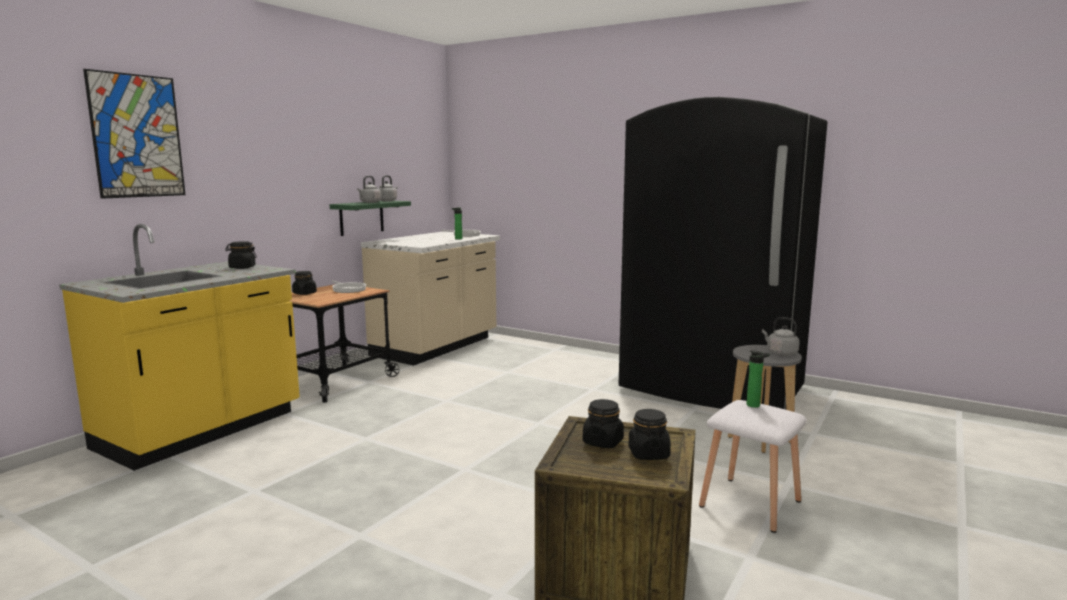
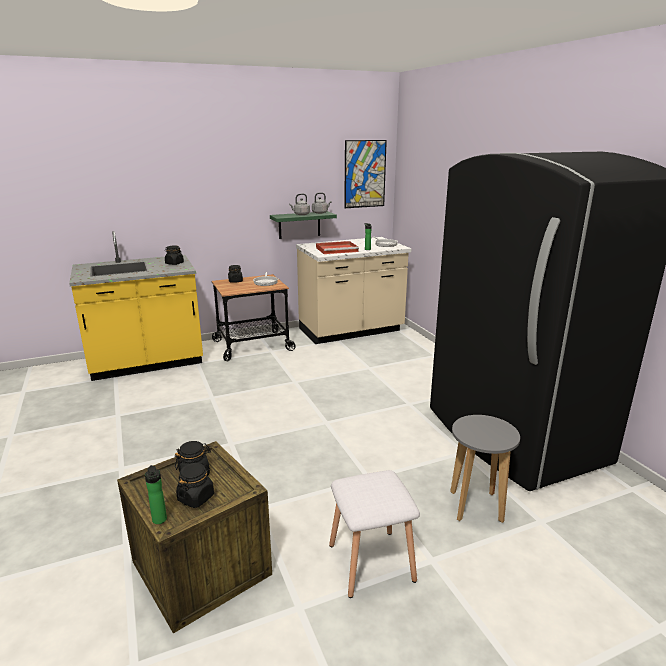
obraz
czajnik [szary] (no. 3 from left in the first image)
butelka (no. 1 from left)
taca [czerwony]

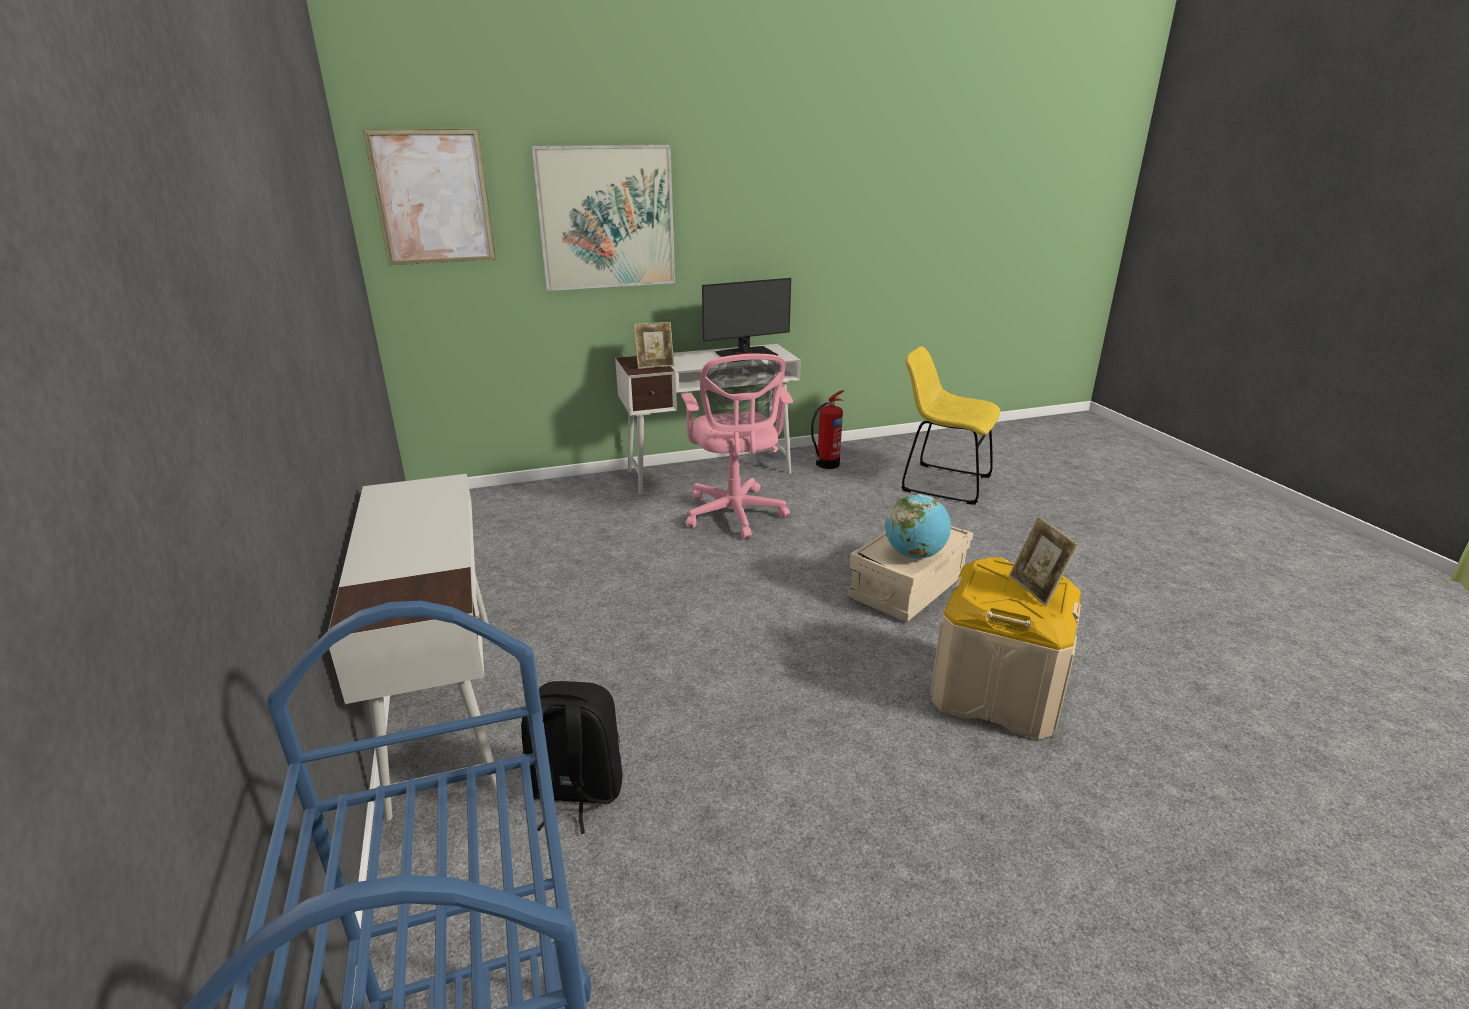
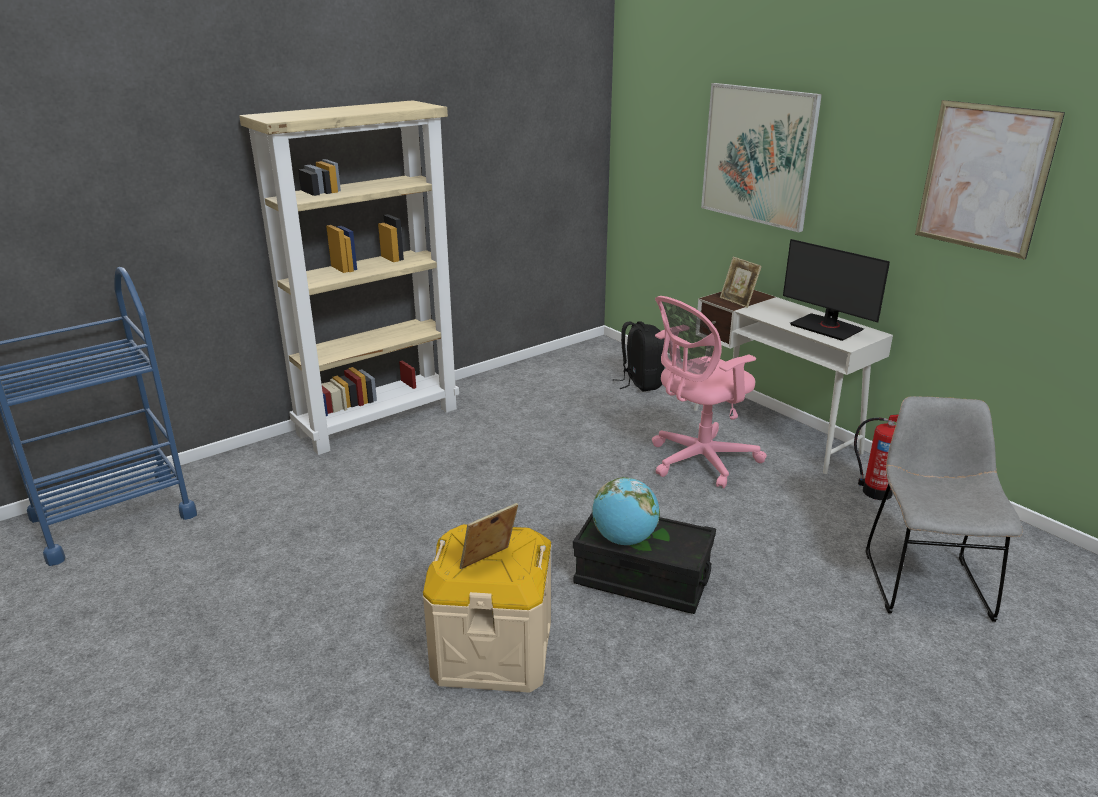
obraz (no. 2 from left)
krzesło [szary]
regał [beżowy]
pojemnik do przechowywania [czarny]
plecak [czarny]

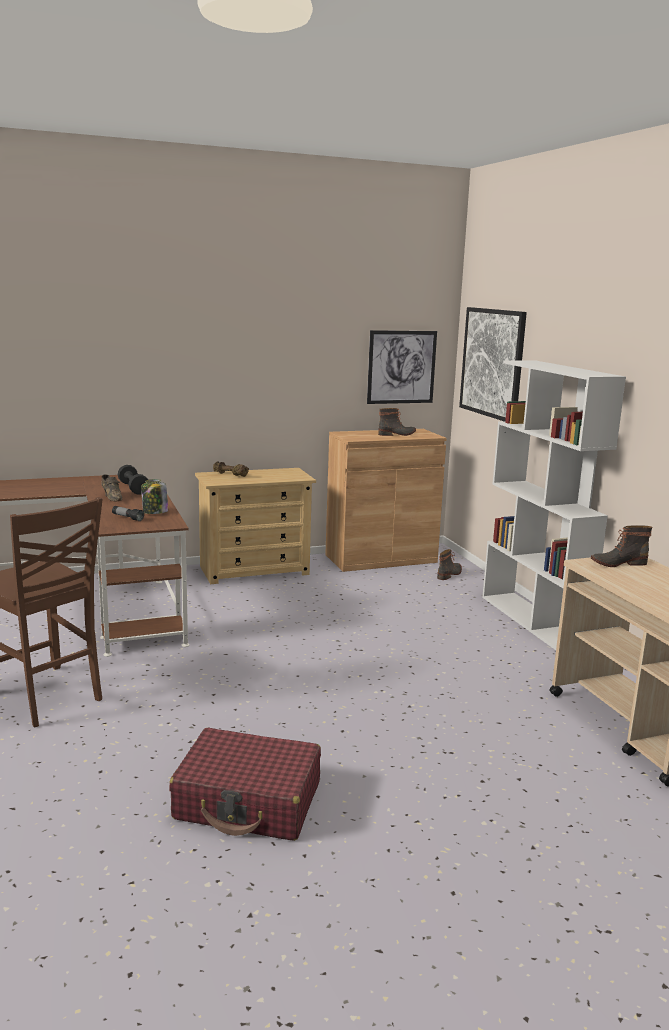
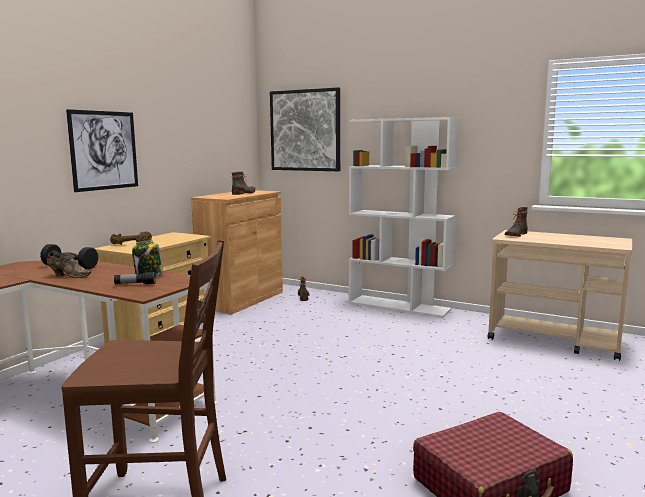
obraz (no. 1 from left)

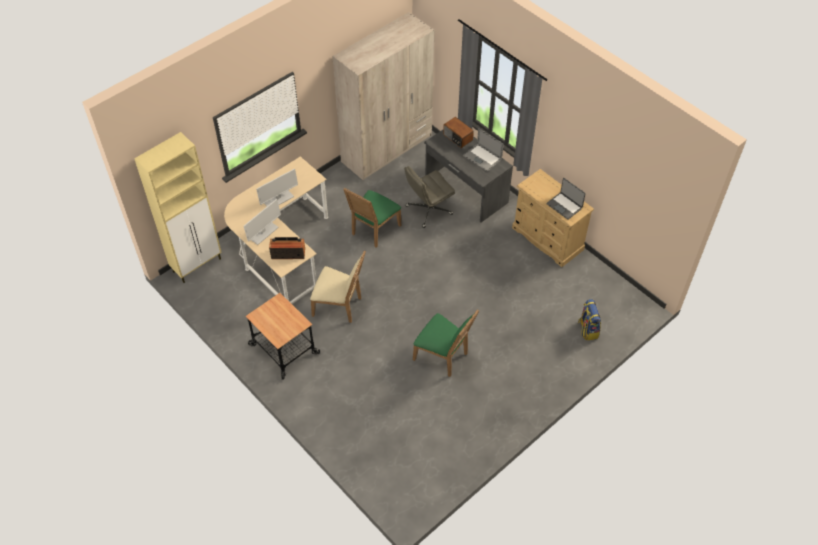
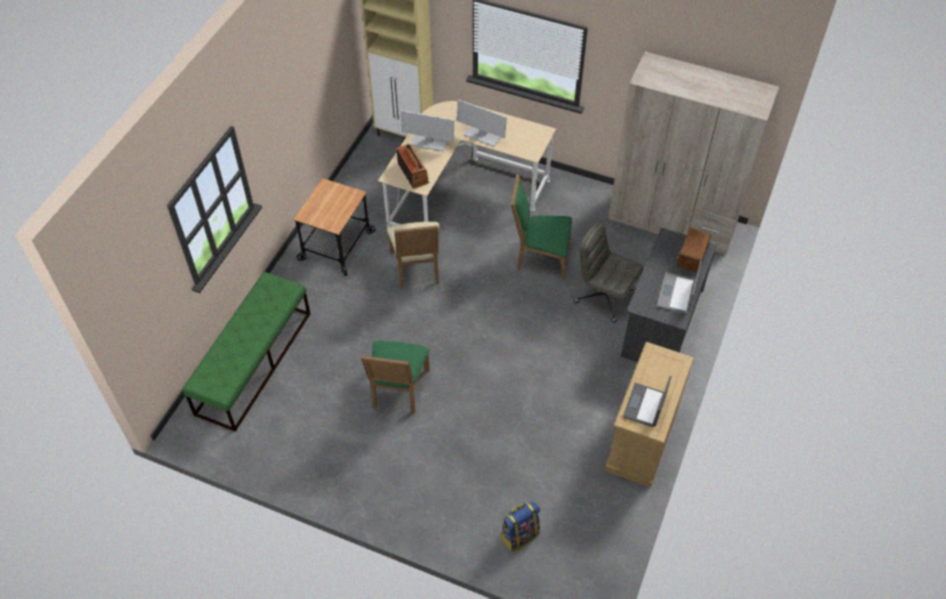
ławka [zielony]

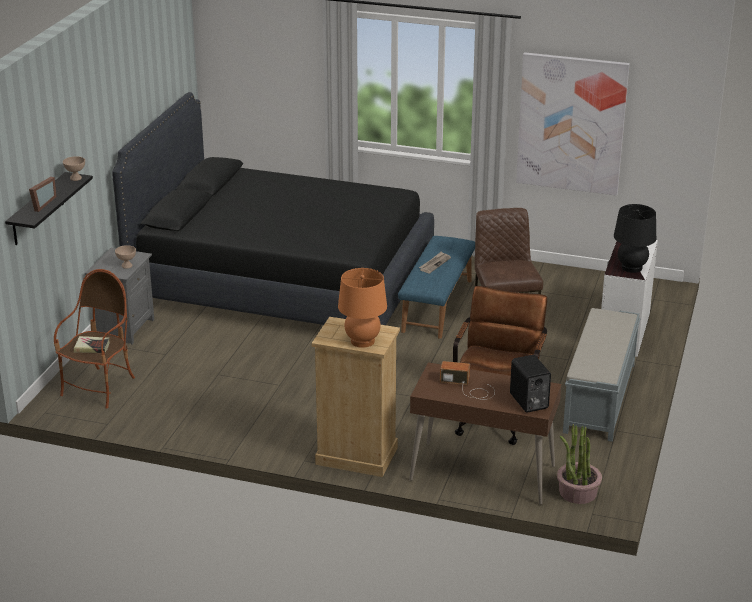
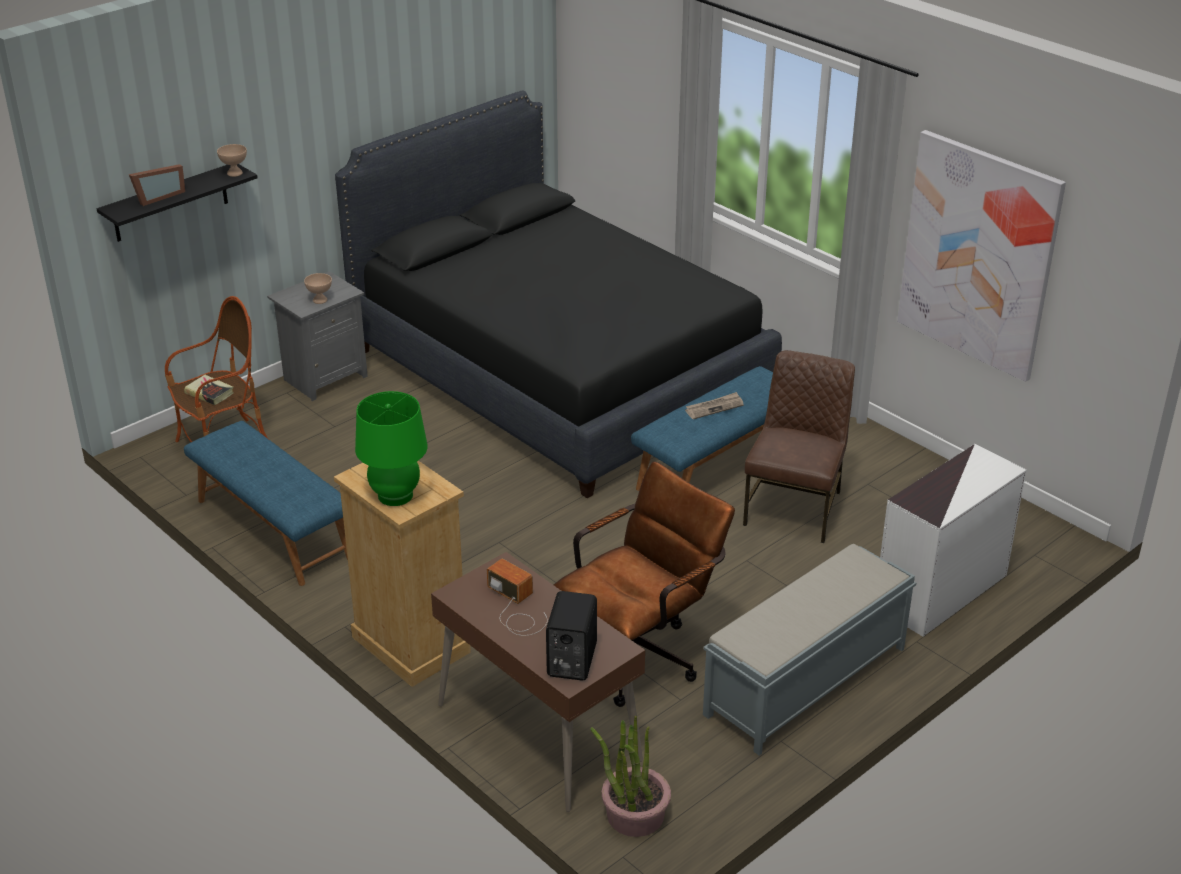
lampa stołowa [czarny]
lampa stołowa [zielony]
ławka [niebieski] (no. 1 from left)

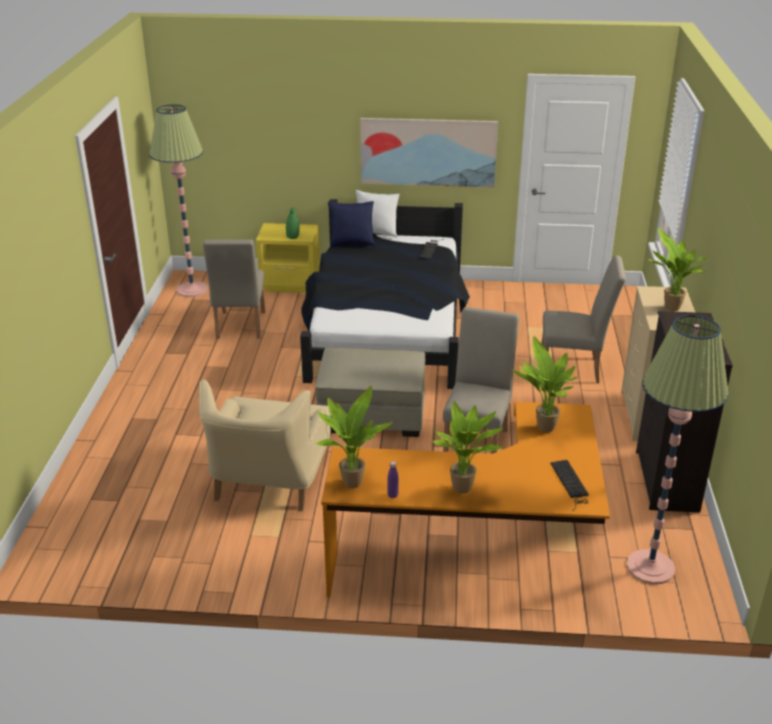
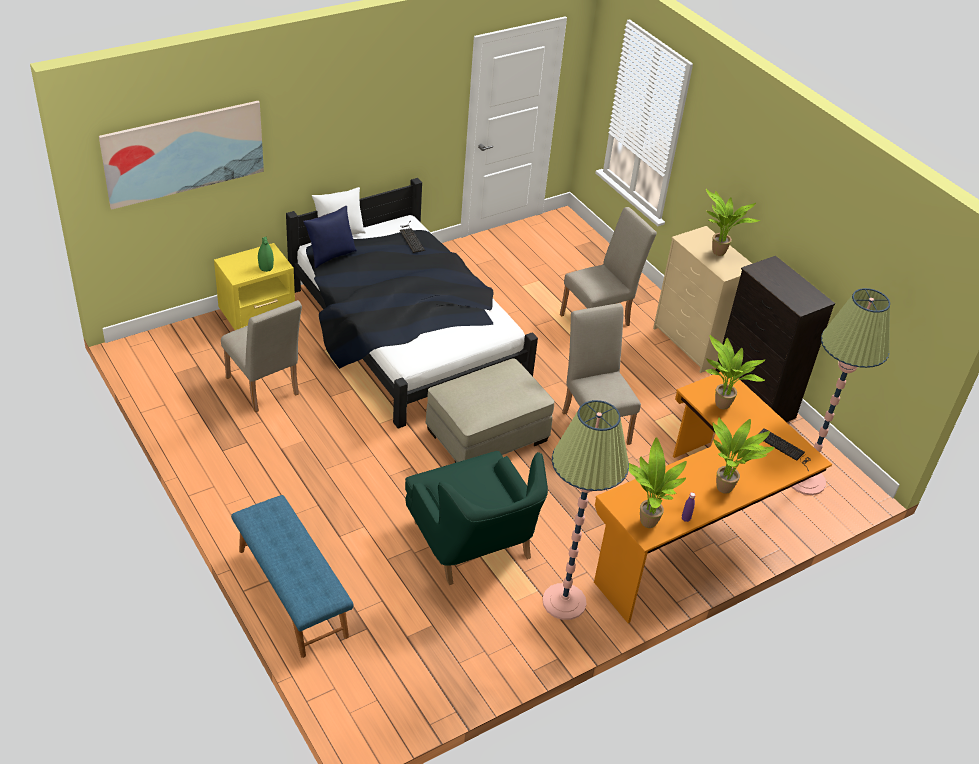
lampa stojąca (no. 1 from left)
obraz
fotel [zielony]
ławka [niebieski]

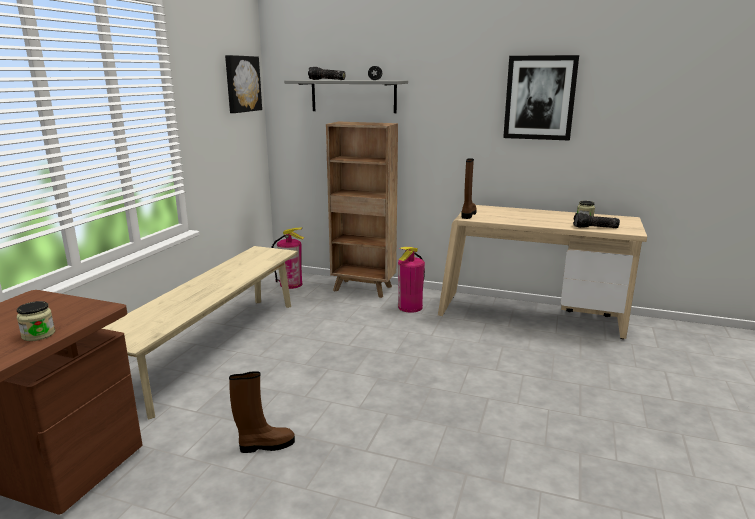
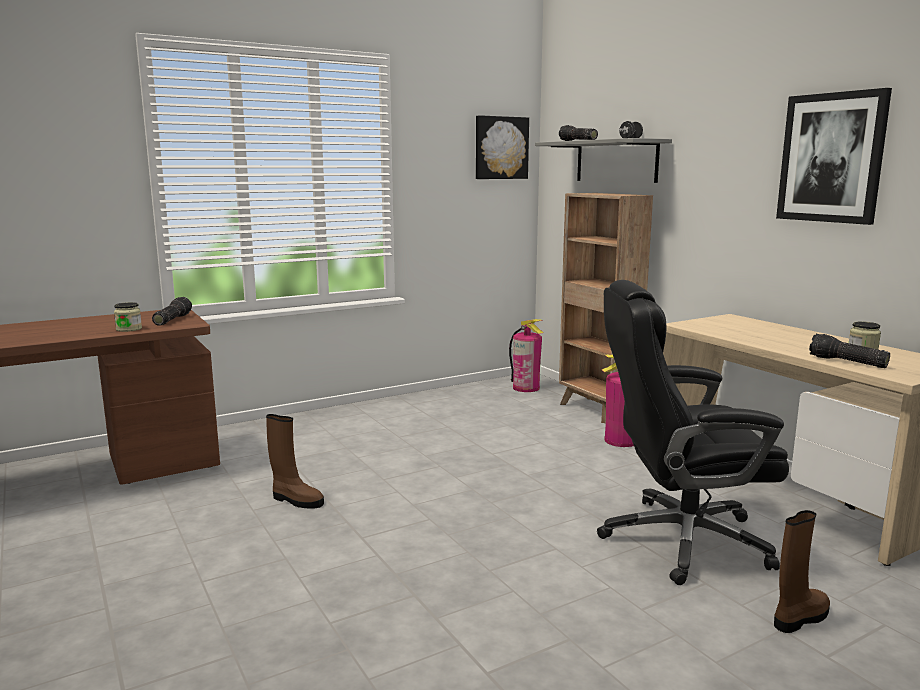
but z cholewką [brązowy] (no. 2 from left)
ławka [beżowy]
krzesło biurowe [czarny]
latarka (no. 1 from left)

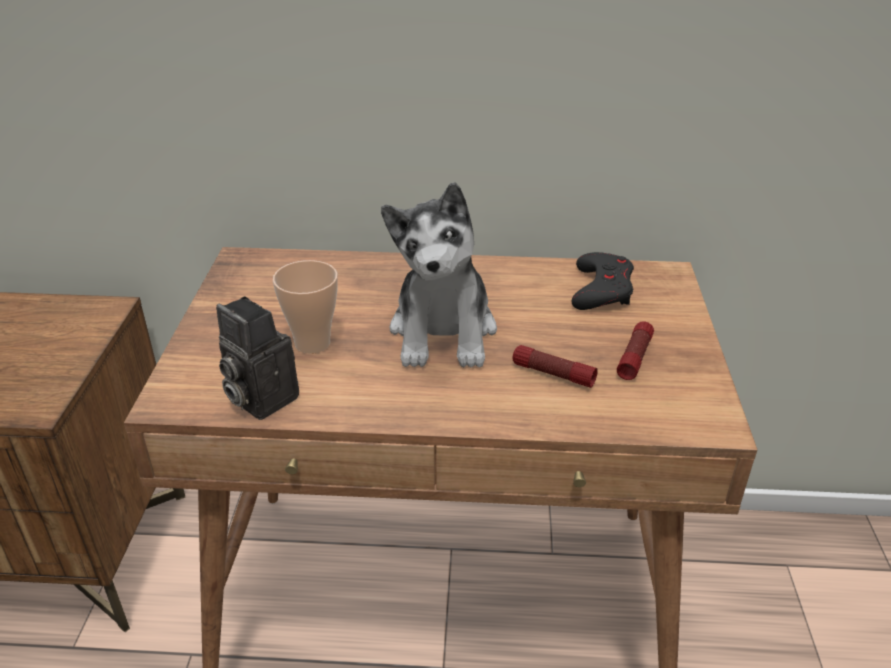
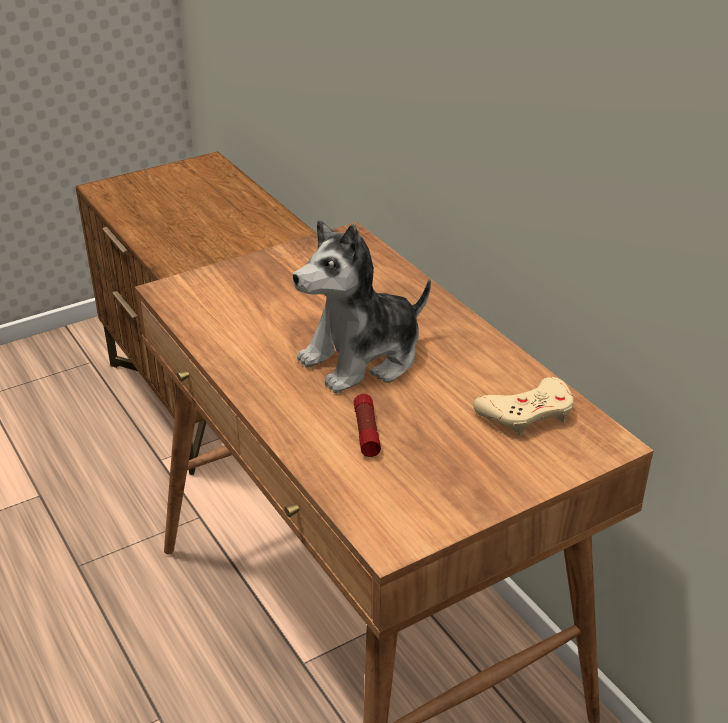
pad do gier [beżowy]
filiżanka
aparat fotograficzny
latarka (no. 2 from left in the first image)

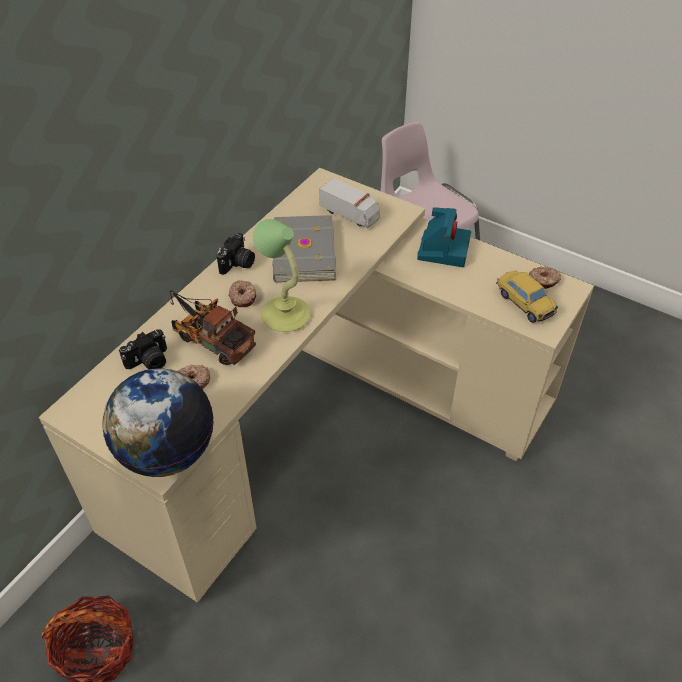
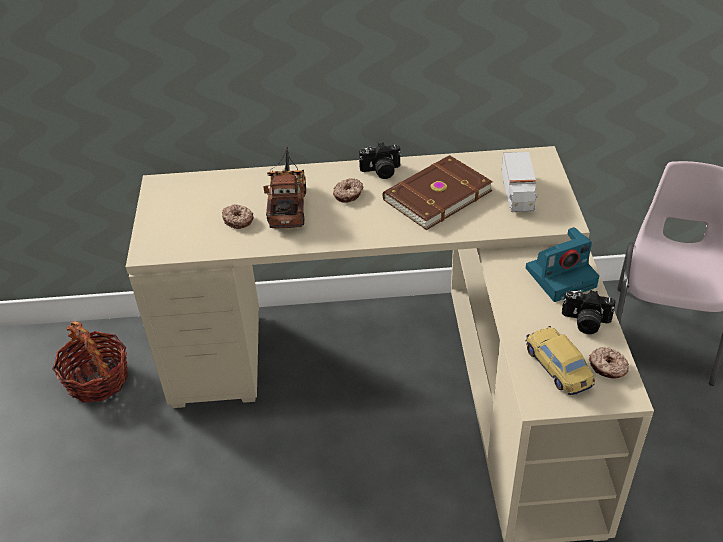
książka [brązowy]
lampa stołowa
samochodzik
aparat fotograficzny (no. 3 from left)
globus

